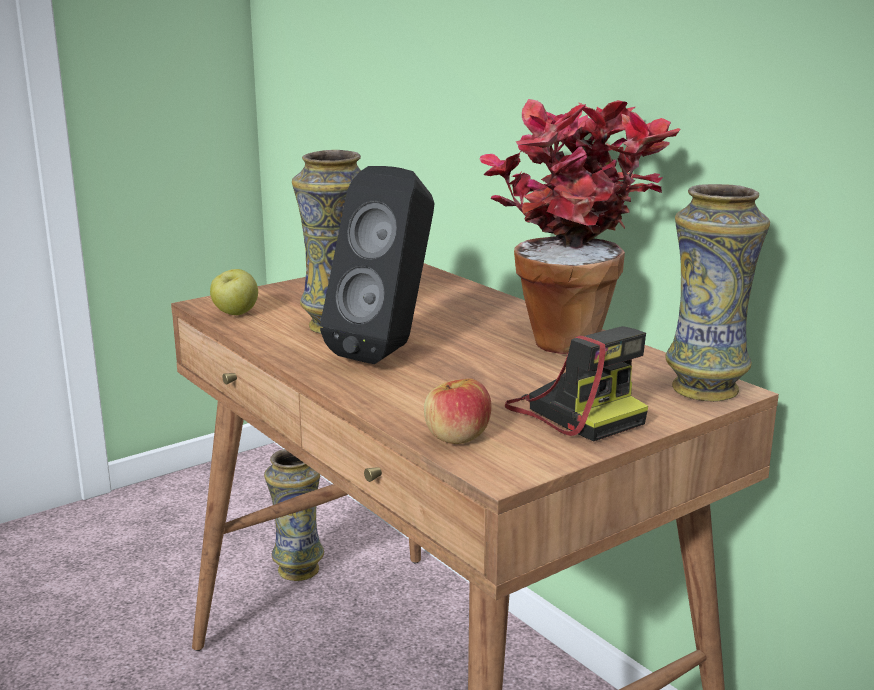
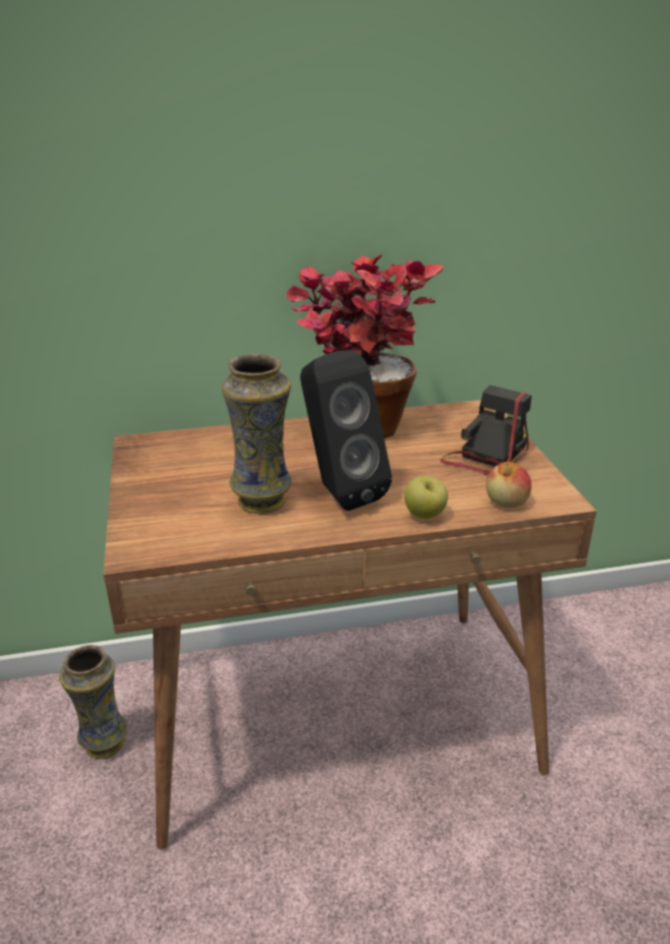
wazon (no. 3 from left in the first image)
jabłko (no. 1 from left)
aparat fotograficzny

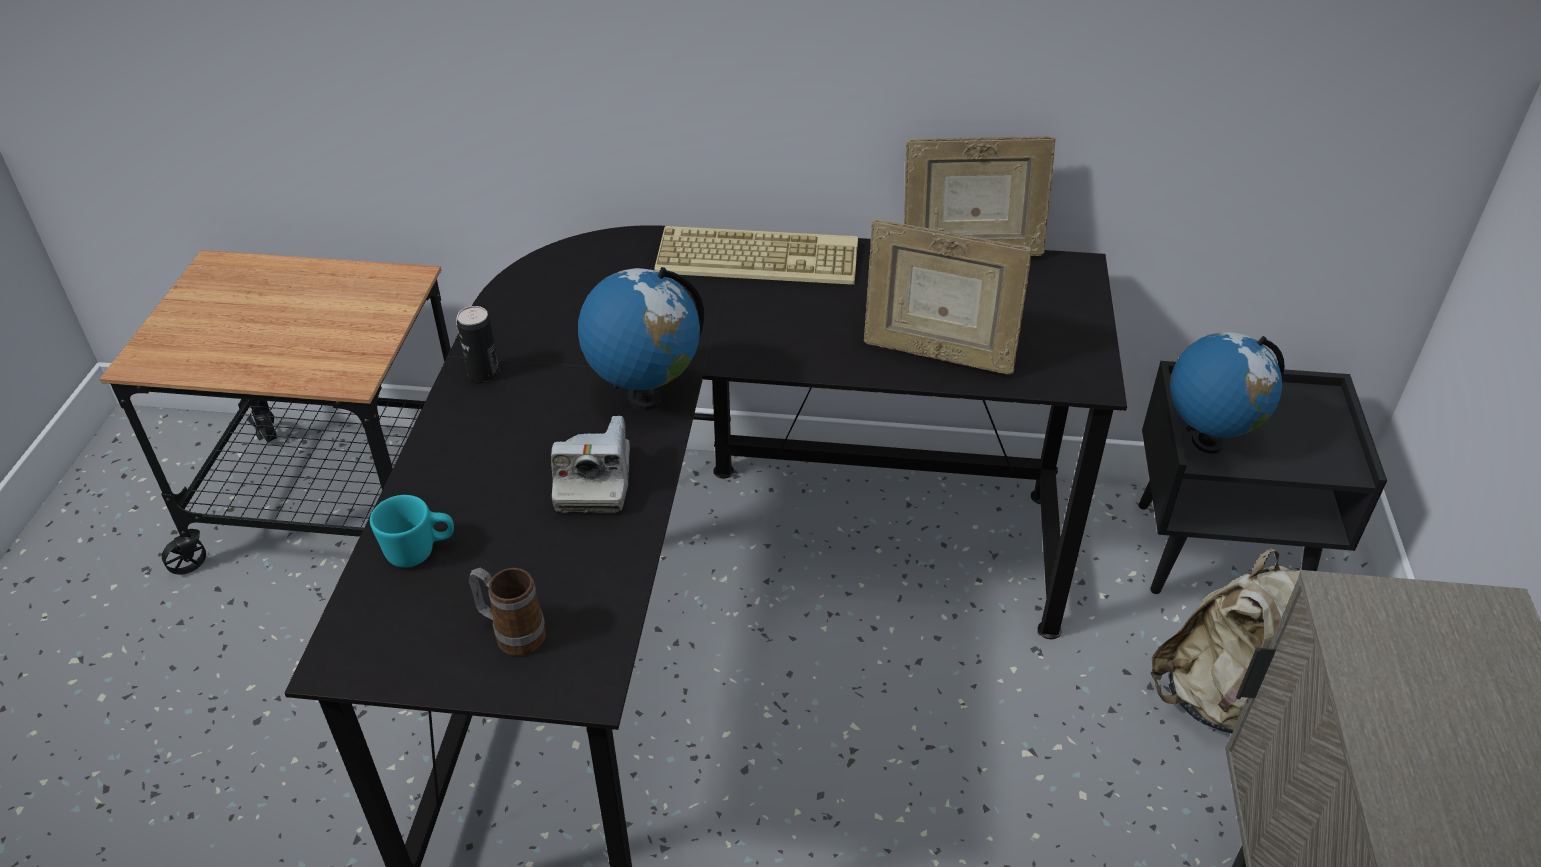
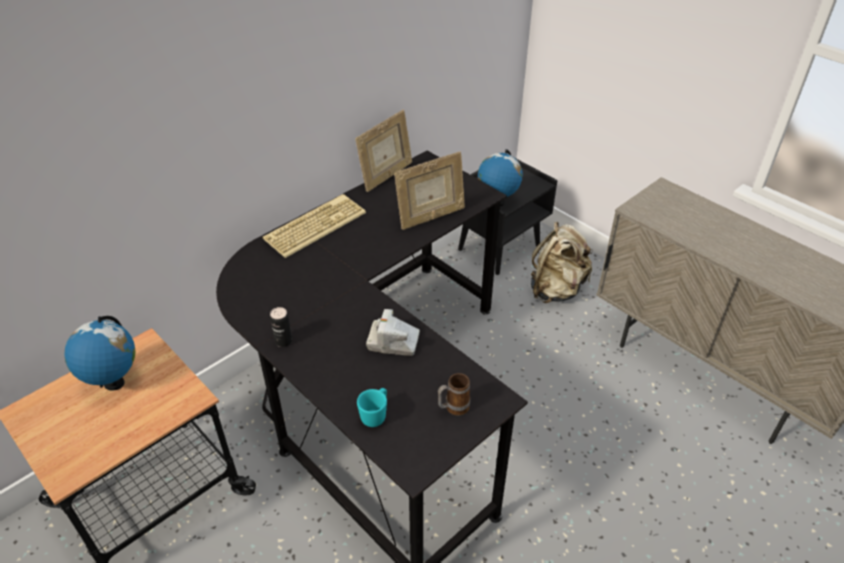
globus (no. 1 from left)
aparat fotograficzny

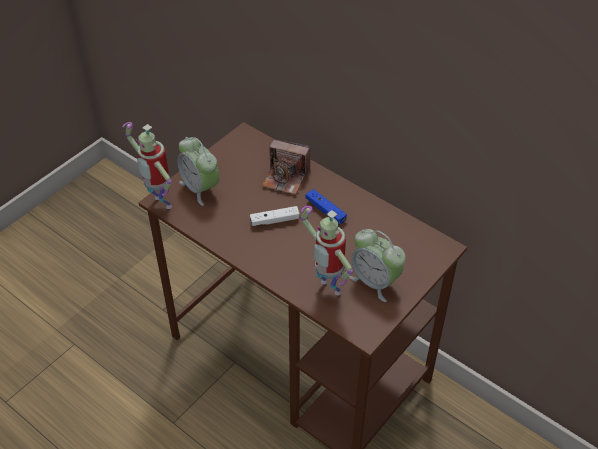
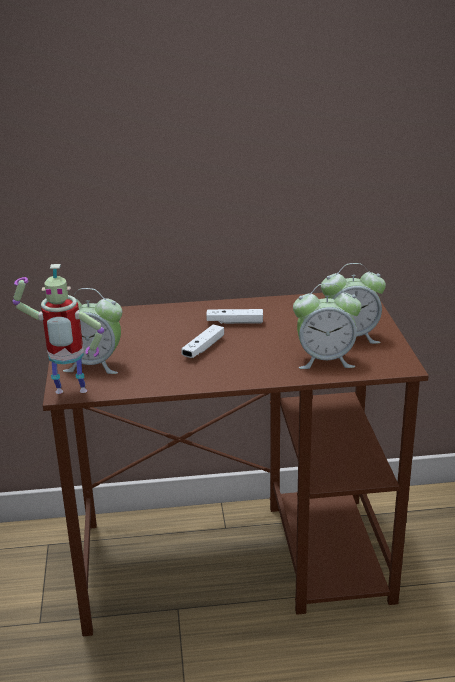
aparat fotograficzny
pad do gier [biały] (no. 2 from left)
budzik (no. 2 from left)

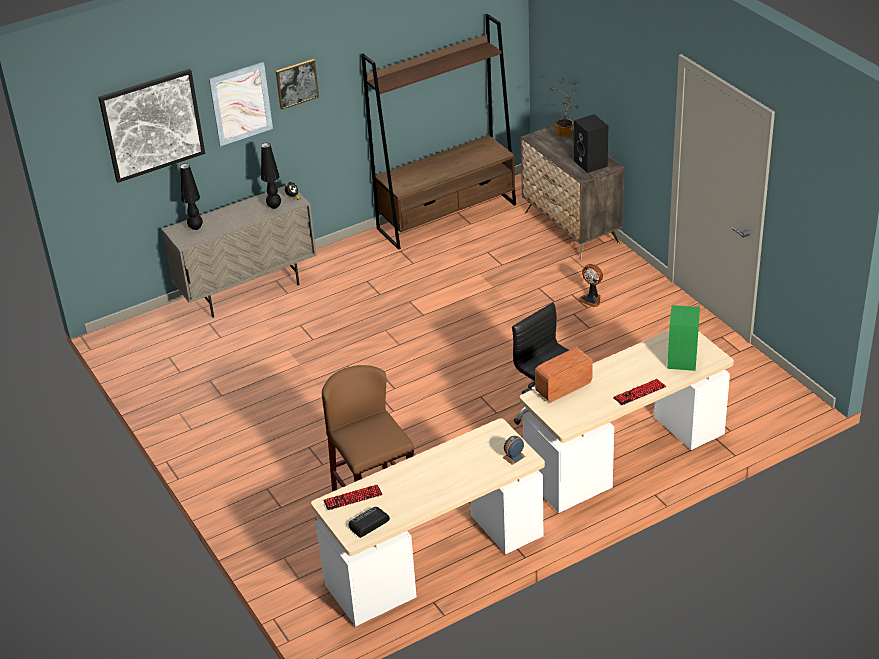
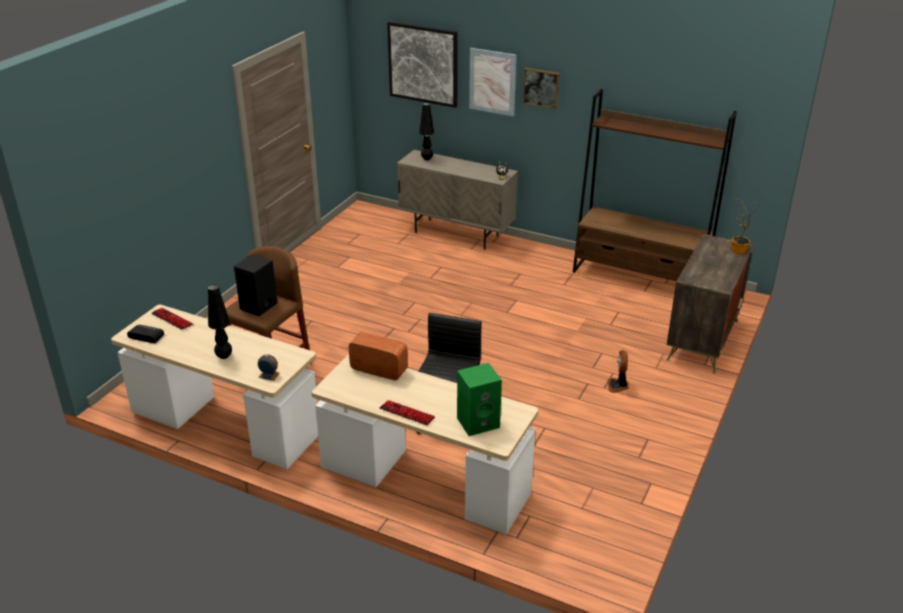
głośnik [czarny]
lampa stołowa [czarny] (no. 1 from left)

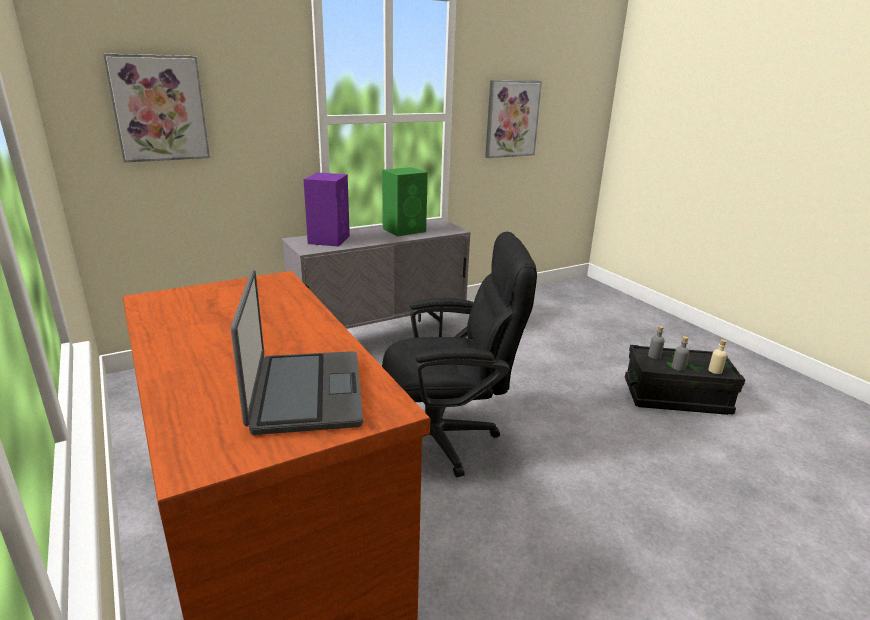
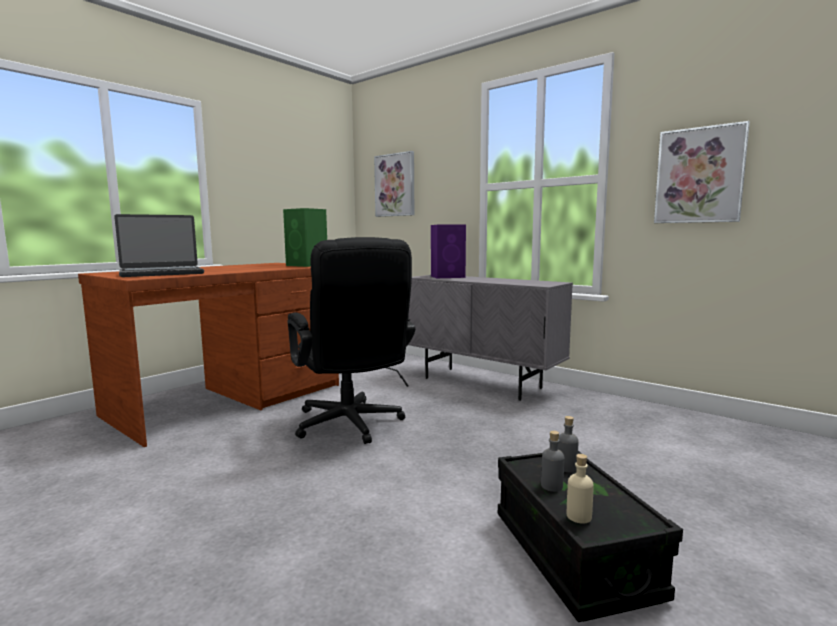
głośnik [zielony]

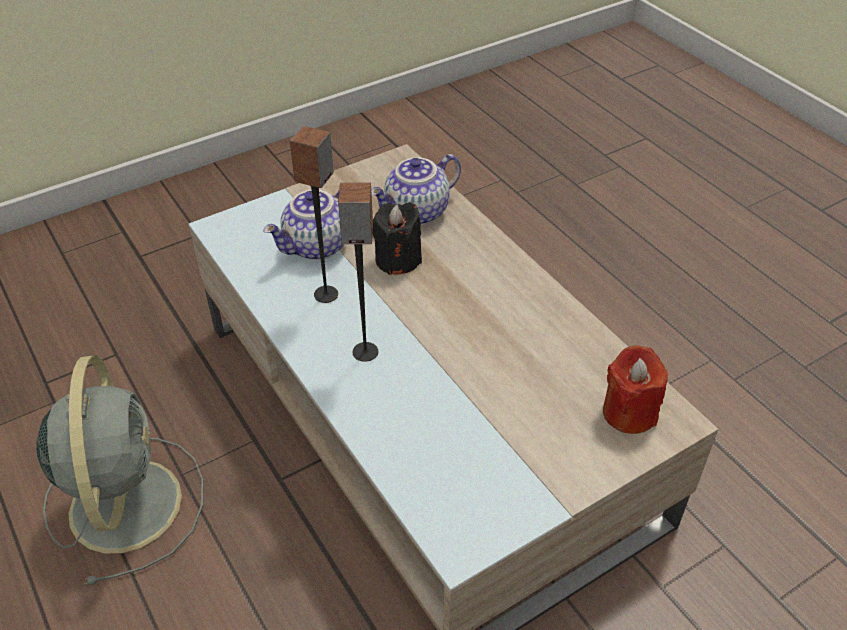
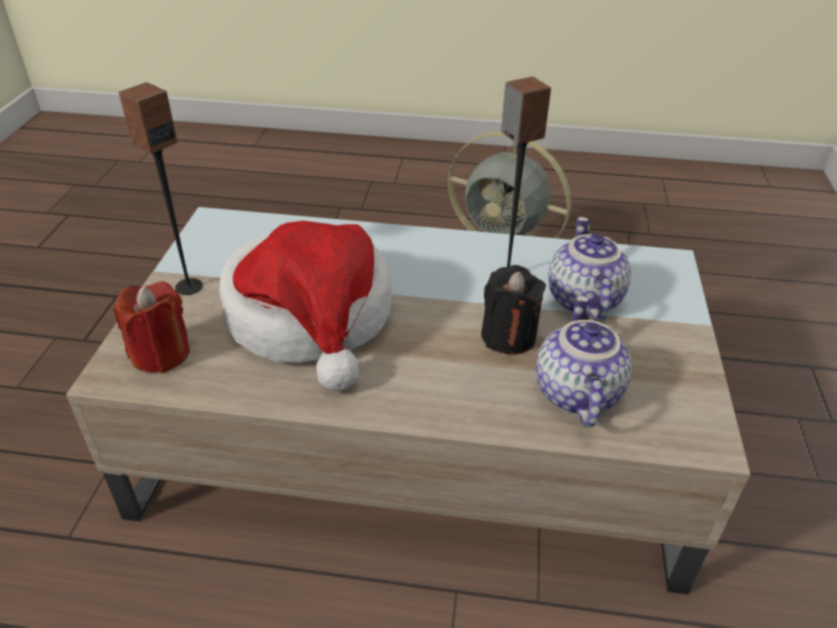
głośnik (no. 1 from left)
kapelusz

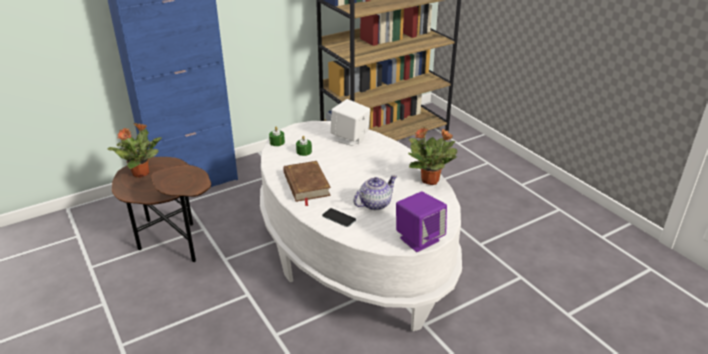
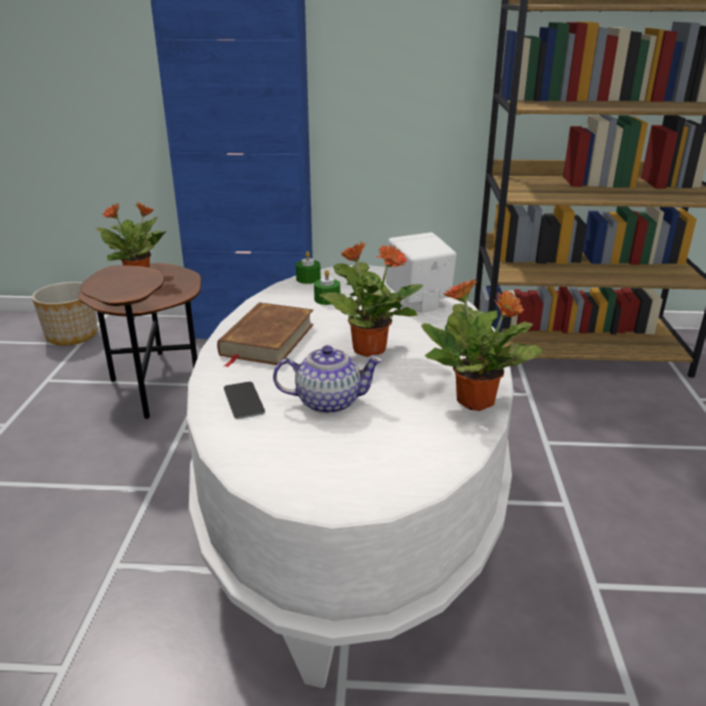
głośnik [fioletowy]
roślina doniczkowa (no. 2 from left)
donica

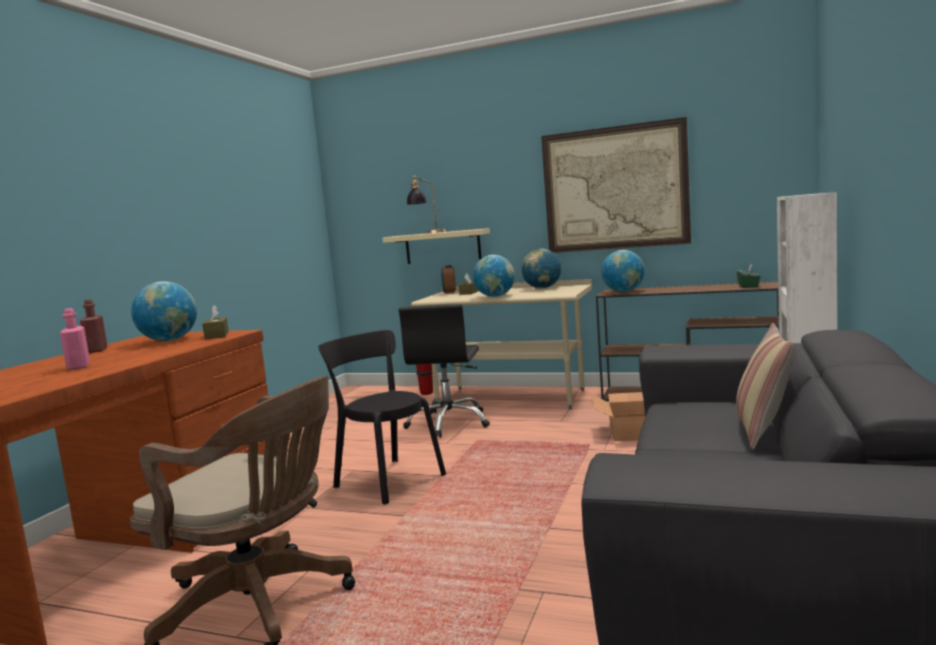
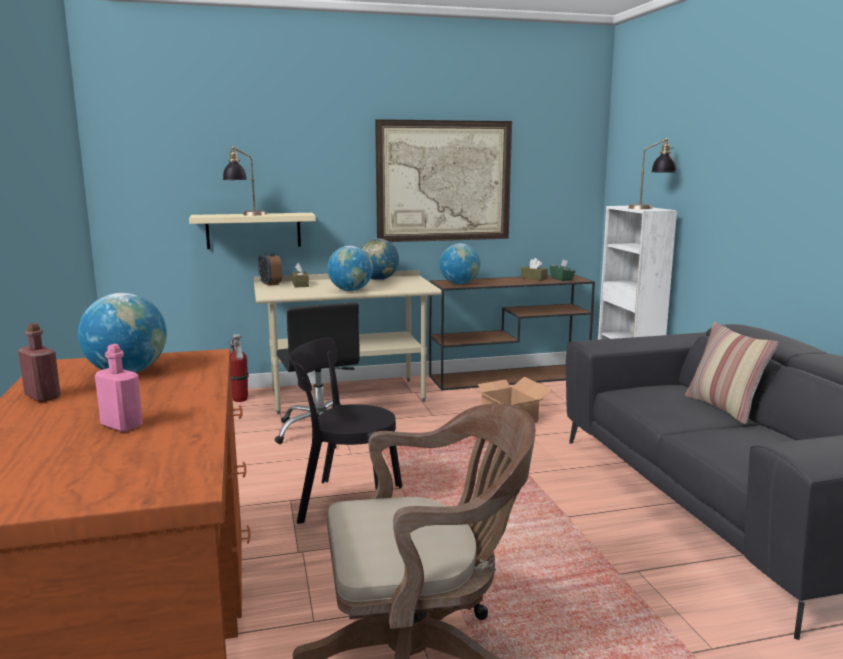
pudełko chusteczek [brązowy] (no. 2 from left)
lampa stołowa (no. 2 from left)

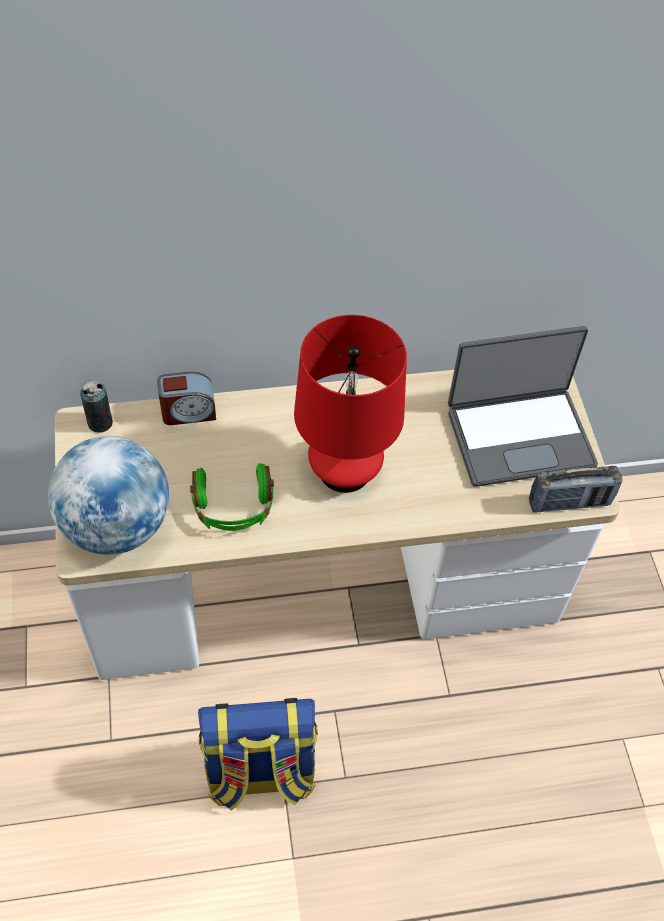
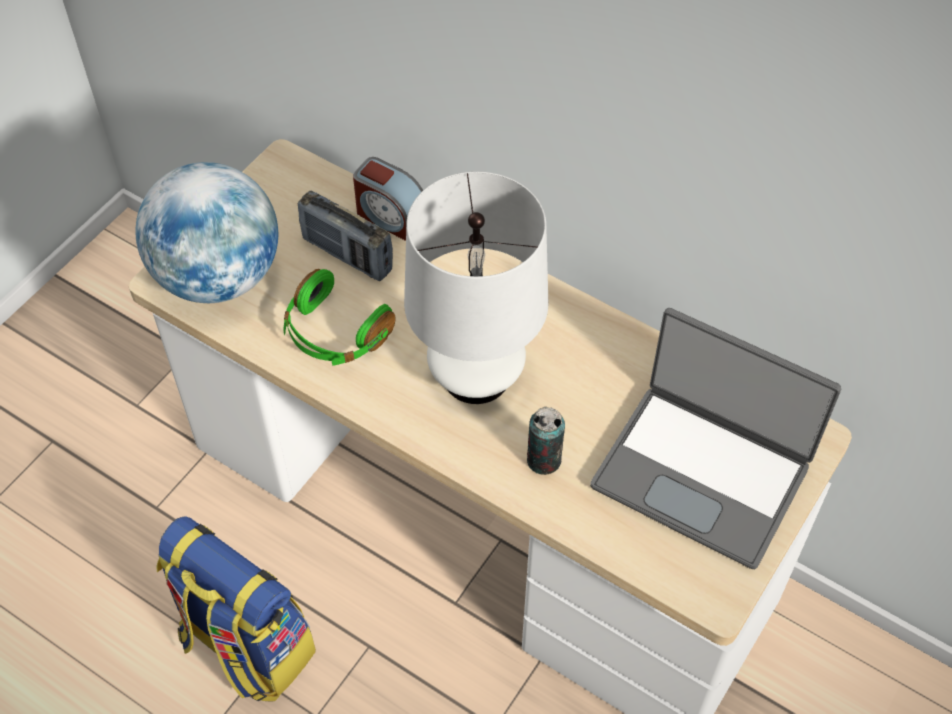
lampa stołowa [biały]
puszka
radio

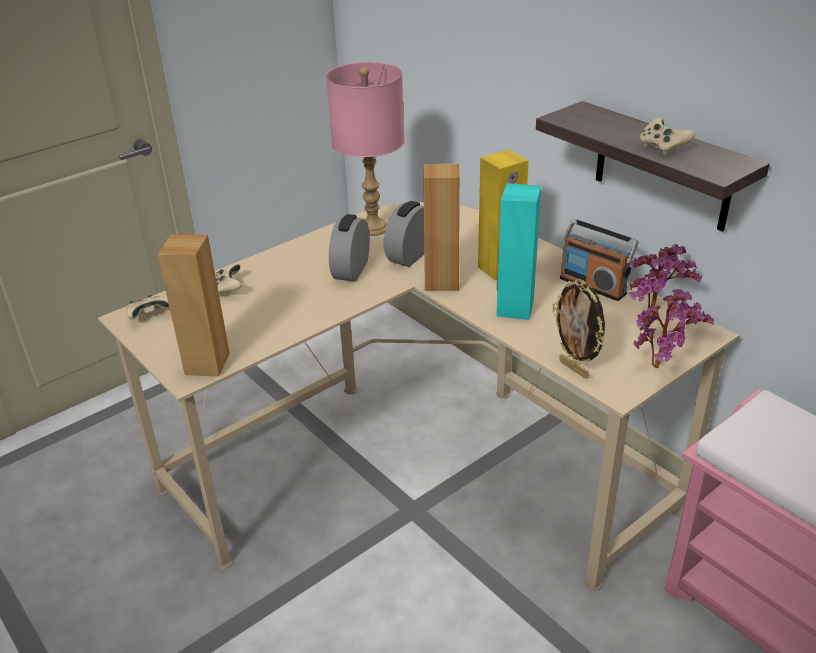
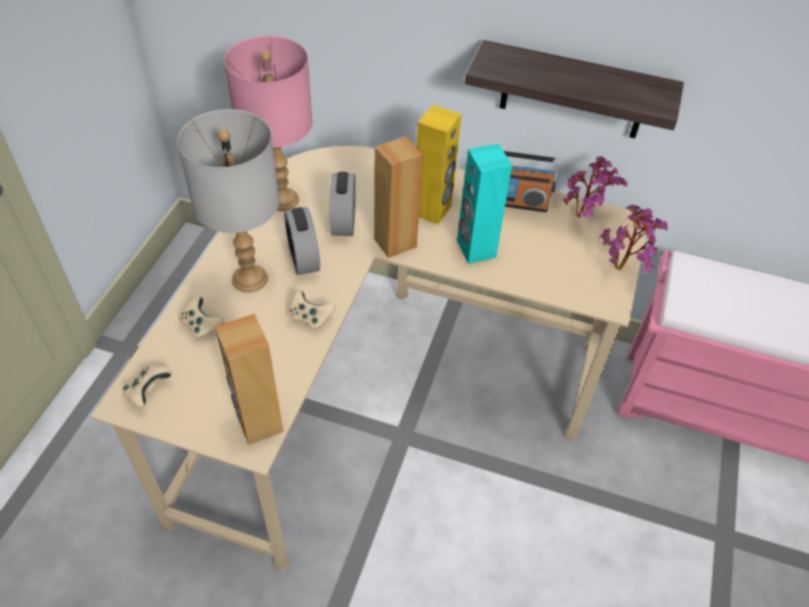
pad do gier [beżowy] (no. 3 from left)
ramka na zdjęcie
lampa stołowa [szary]

